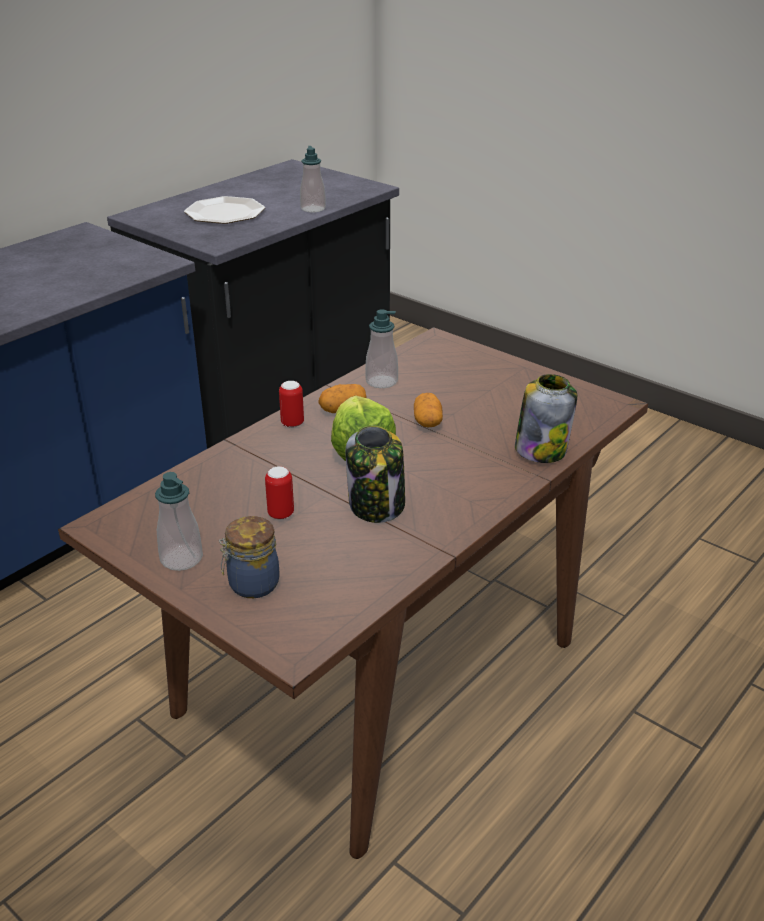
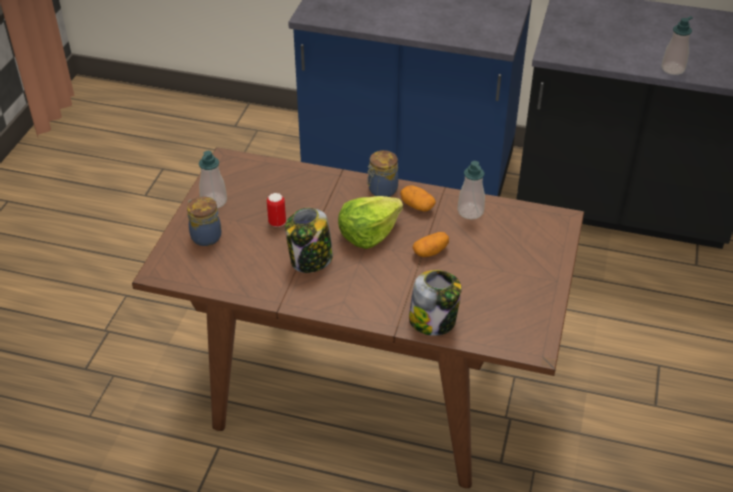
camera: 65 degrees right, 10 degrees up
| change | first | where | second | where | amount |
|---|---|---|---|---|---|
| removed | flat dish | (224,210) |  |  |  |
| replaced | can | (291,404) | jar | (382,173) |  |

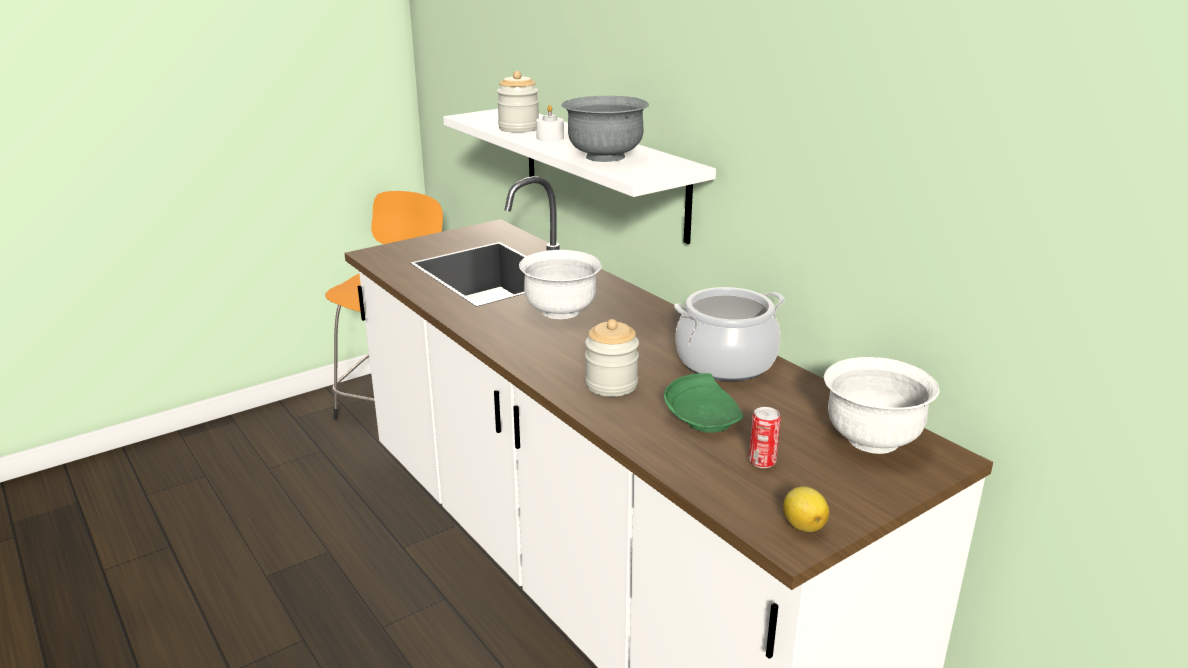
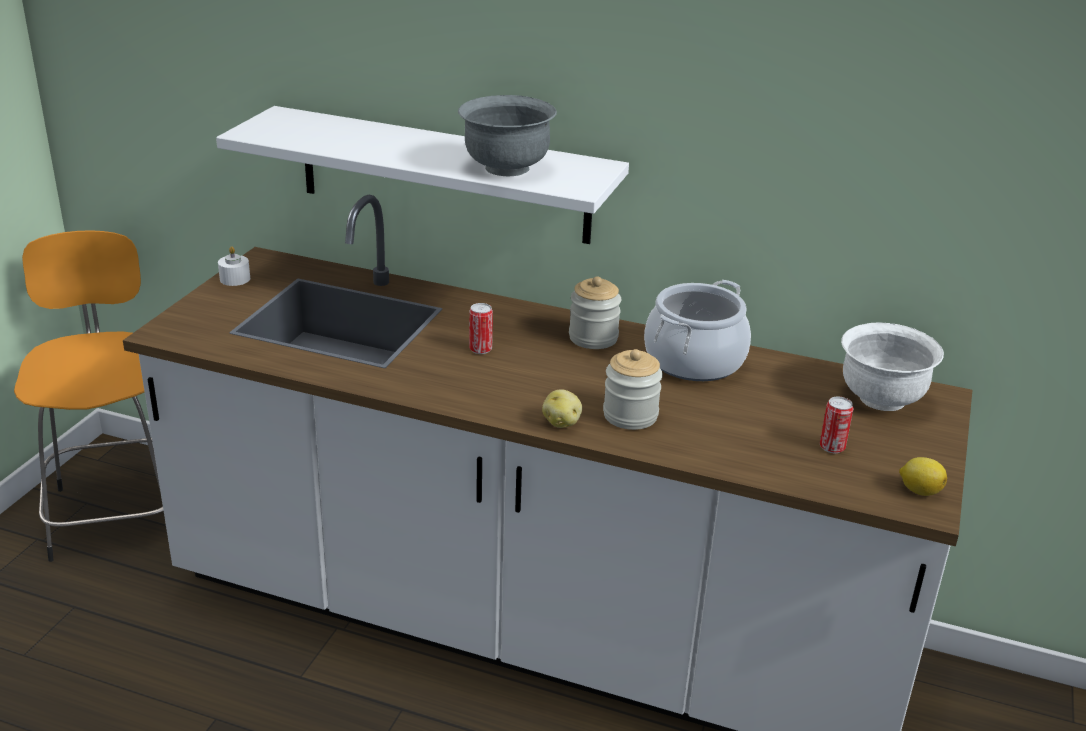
camera: 35 degrees left, 5 degrees up
| change | first | where | second | where | amount |
|---|---|---|---|---|---|
| removed | flat dish/greenish | (703,403) |  |  |  |
| added |  |  | spud | (562,408) |  |
| moved | jar | (518,102) |  | (595,312) |  |
| moved | wax light/white-coloured | (550,123) |  | (234,266) |  |
| replaced | deep dish/white-coloured | (560,284) | can | (481,328) |  |

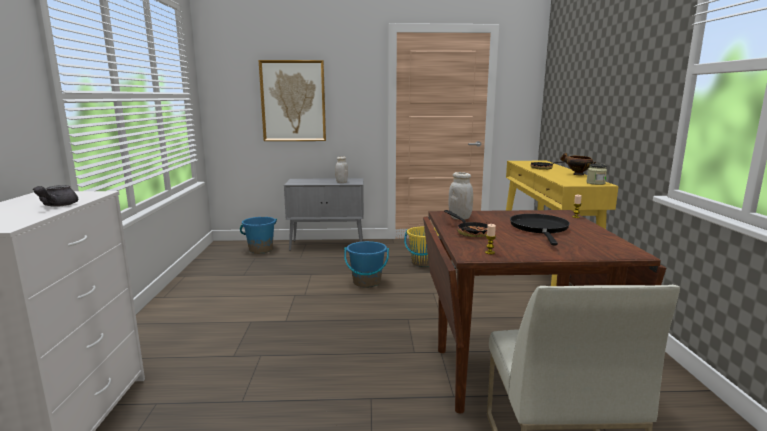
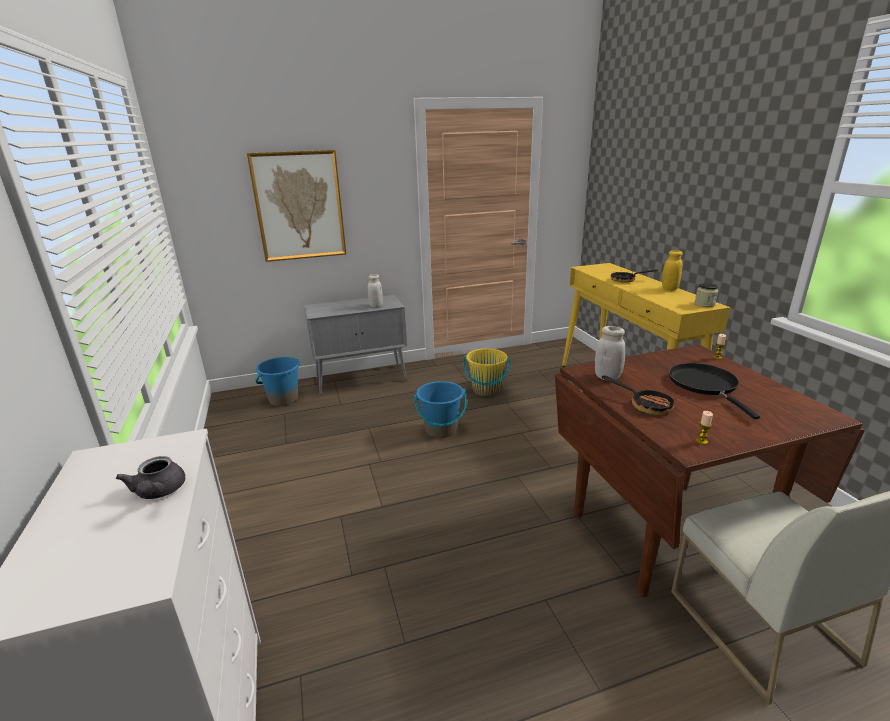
camera: 15 degrees left, 10 degrees up
| change | first | where | second | where | amount |
|---|---|---|---|---|---|
| replaced | deep dish | (578,163) | jar/yellowish | (672,270) |  |

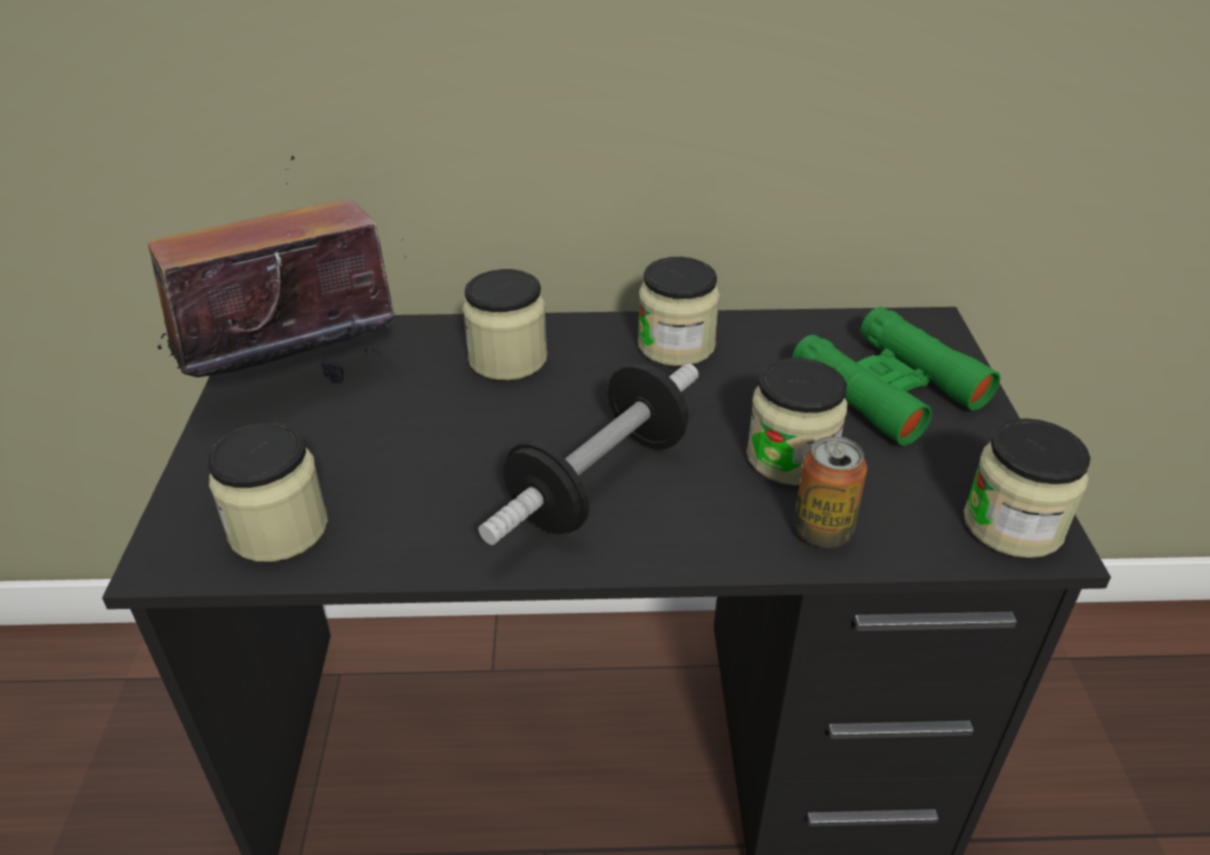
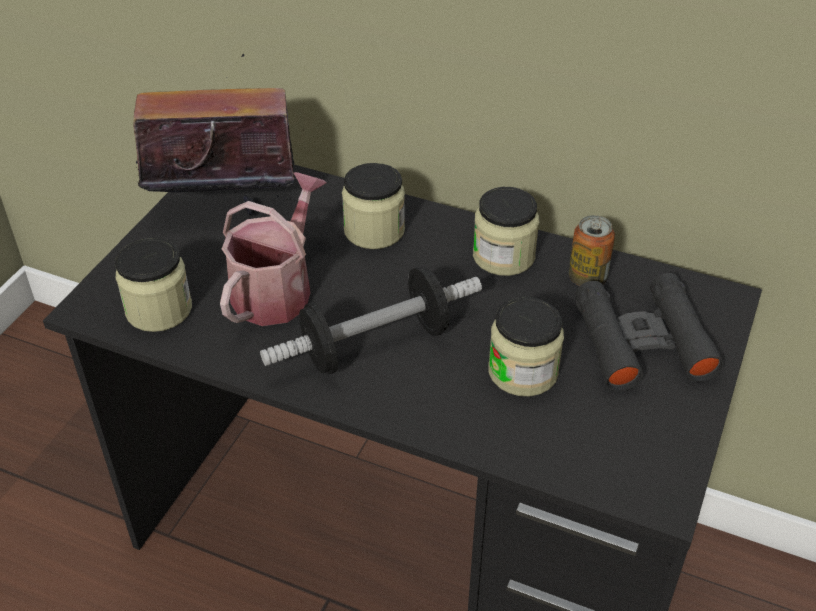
camera: 25 degrees right, 5 degrees up
| change | first | where | second | where | amount |
|---|---|---|---|---|---|
| removed | jar | (1027,488) |  |  |  |
| added |  |  | watering pot | (273,249) |  |
| moved | can | (830,491) |  | (592,250) |  |
| recoloured | pair of binoculars/greenish | (896,376) | pair of binoculars/blackish | (649,332) |  |

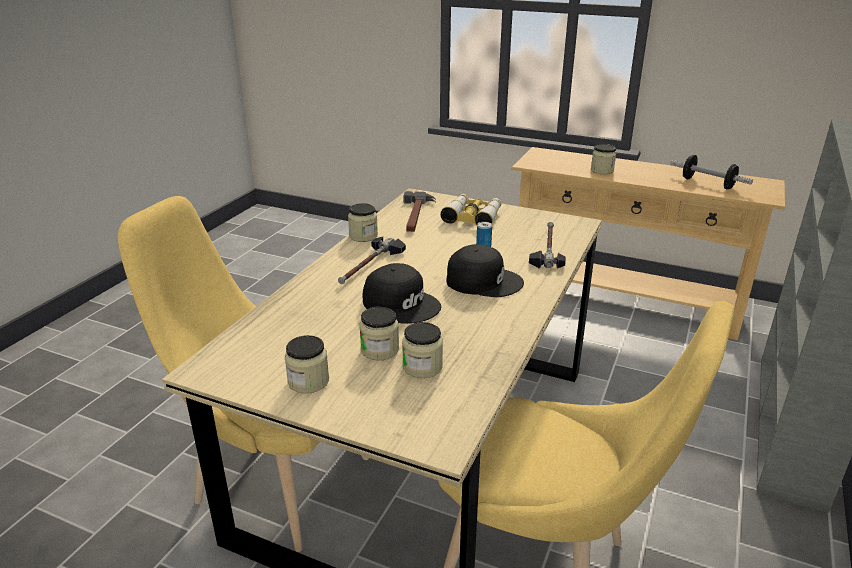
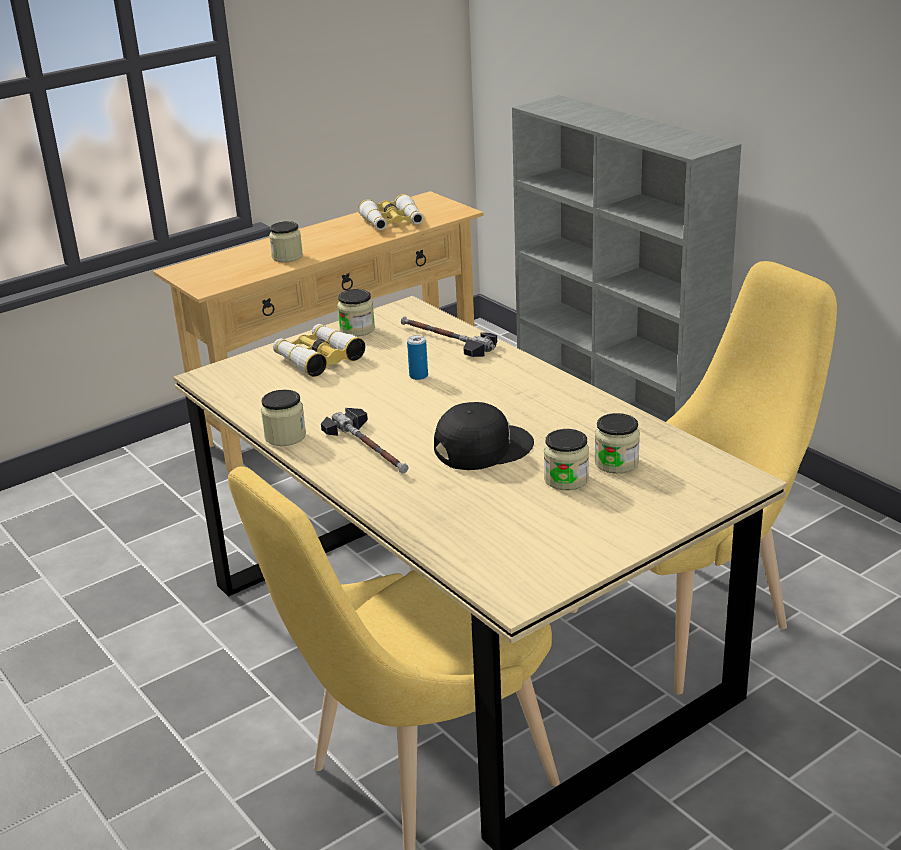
camera: 60 degrees left, 0 degrees up
| change | first | where | second | where | amount |
|---|---|---|---|---|---|
| removed | hand hammer | (419,211) |  |  |  |
| removed | baseball cap/blackish | (485,270) |  |  |  |
| moved | jar | (307,364) |  | (356,313) |  |
| replaced | hand weight | (711,172) | pair of binoculars | (390,212) |  |

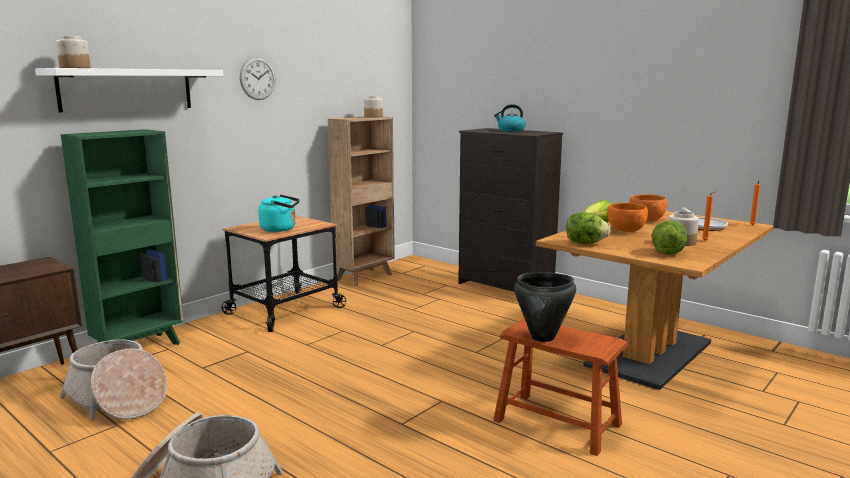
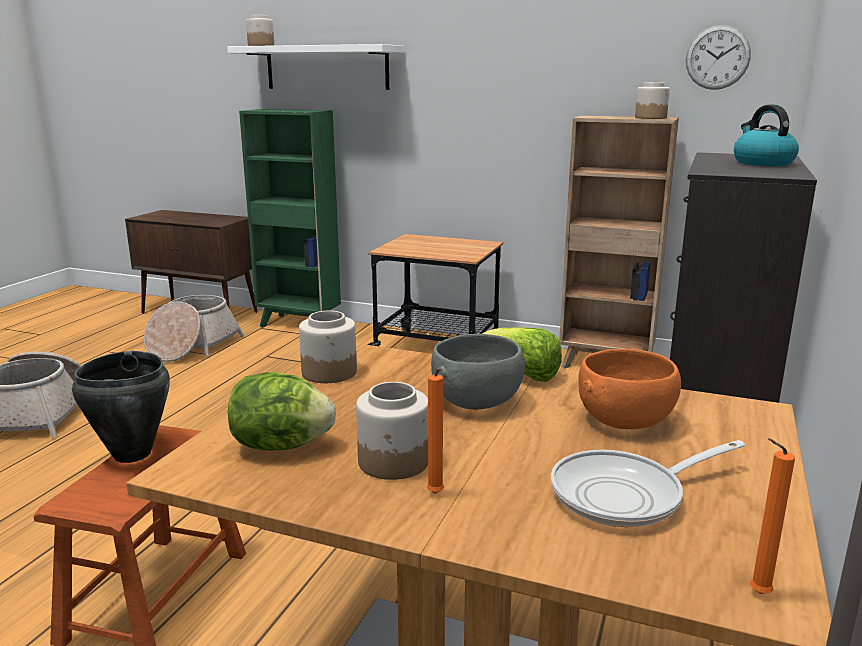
camera: 70 degrees right, 5 degrees up
| change | first | where | second | where | amount |
|---|---|---|---|---|---|
| removed | kettle/turquoise | (279,213) |  |  |  |
| moved | hanging clock | (258,78) |  | (718,57) |  |
| replaced | lettuce head | (588,228) | jar | (328,347) |  |
| recoloured | deep dish/orange | (627,217) | deep dish/greyish | (478,372) |  |

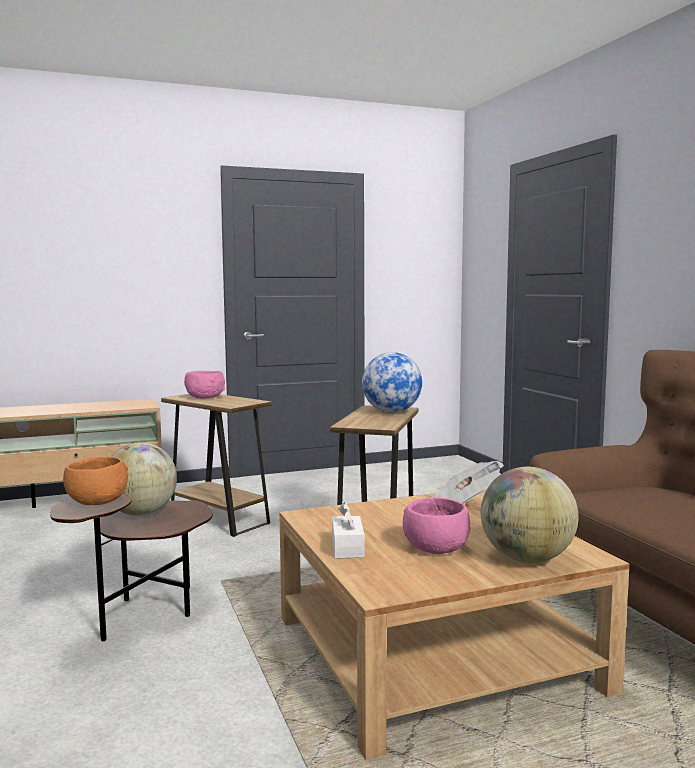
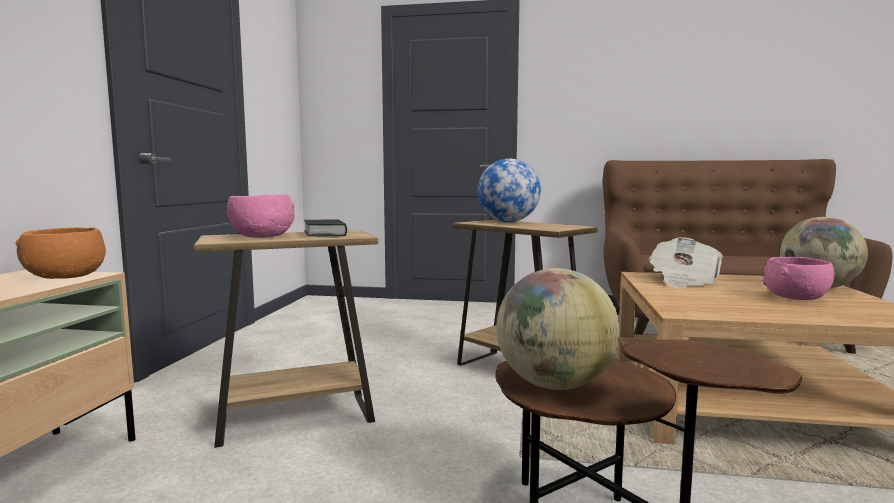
camera: 60 degrees left, 0 degrees up
| change | first | where | second | where | amount |
|---|---|---|---|---|---|
| removed | box of tissues/white-coloured | (348,530) |  |  |  |
| added |  |  | volume | (325,228) |  |
| moved | deep dish/orange | (95,481) |  | (61,253) |  |

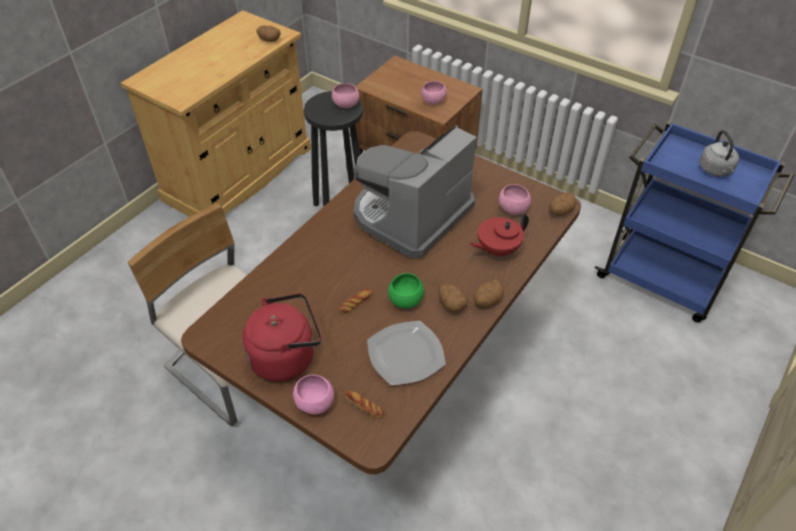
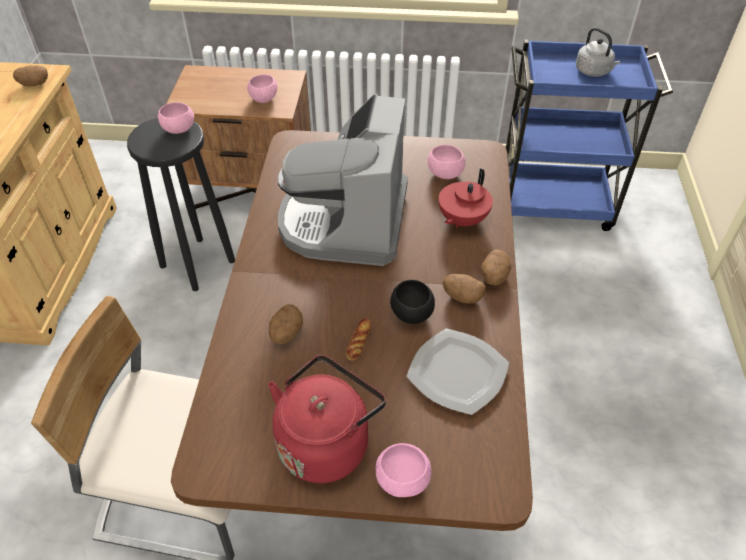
camera: 30 degrees left, 0 degrees up
| change | first | where | second | where | amount |
|---|---|---|---|---|---|
| removed | bakery bread | (364,405) |  |  |  |
| moved | spud | (562,204) |  | (286,324) |  |
| recoloured | deep dish/greenish | (406,291) | deep dish/blackish | (412,302) |  |

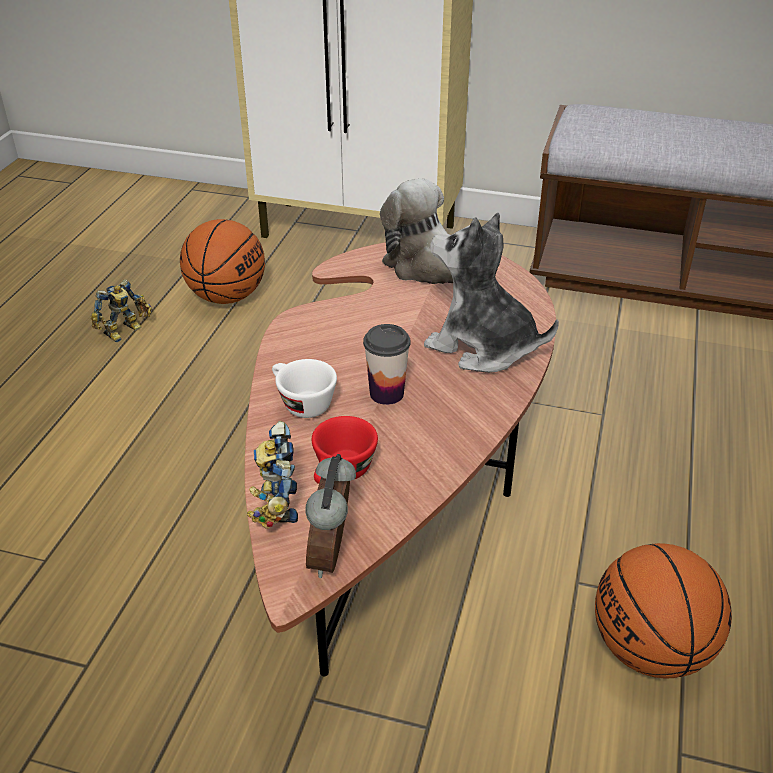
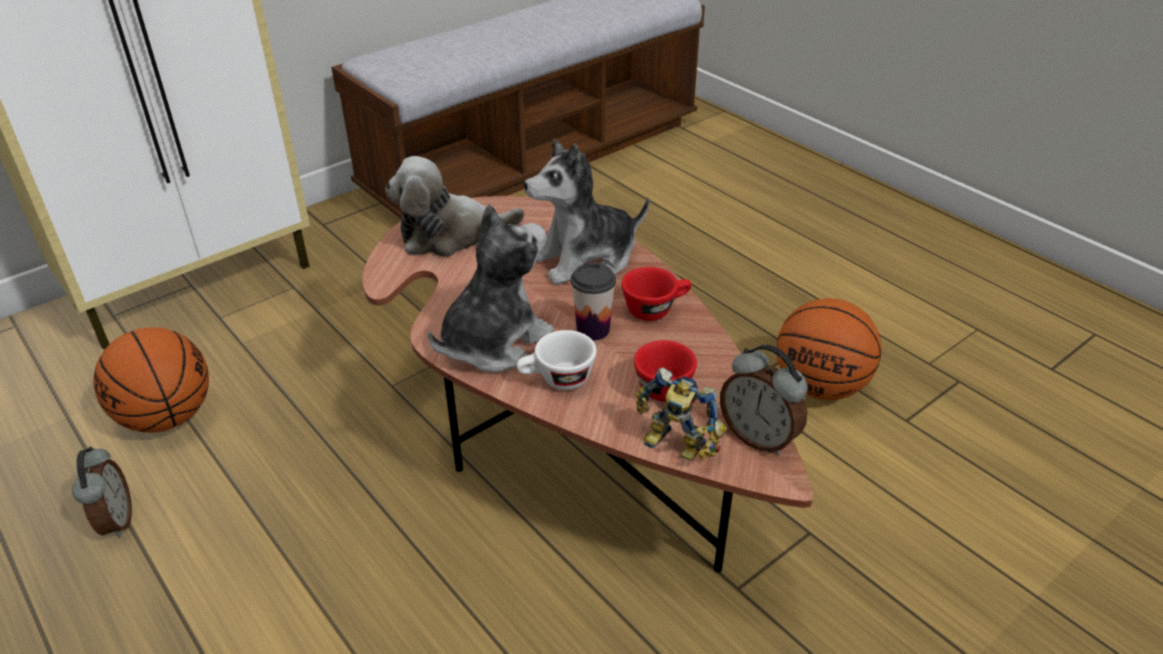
camera: 55 degrees left, 0 degrees up
| change | first | where | second | where | amount |
|---|---|---|---|---|---|
| added |  |  | plush toy | (491,288) |  |
| added |  |  | drinking cup/red-coloured | (656,294) |  |
| replaced | model robot | (121,311) | bedside clock | (102,492) |  |

